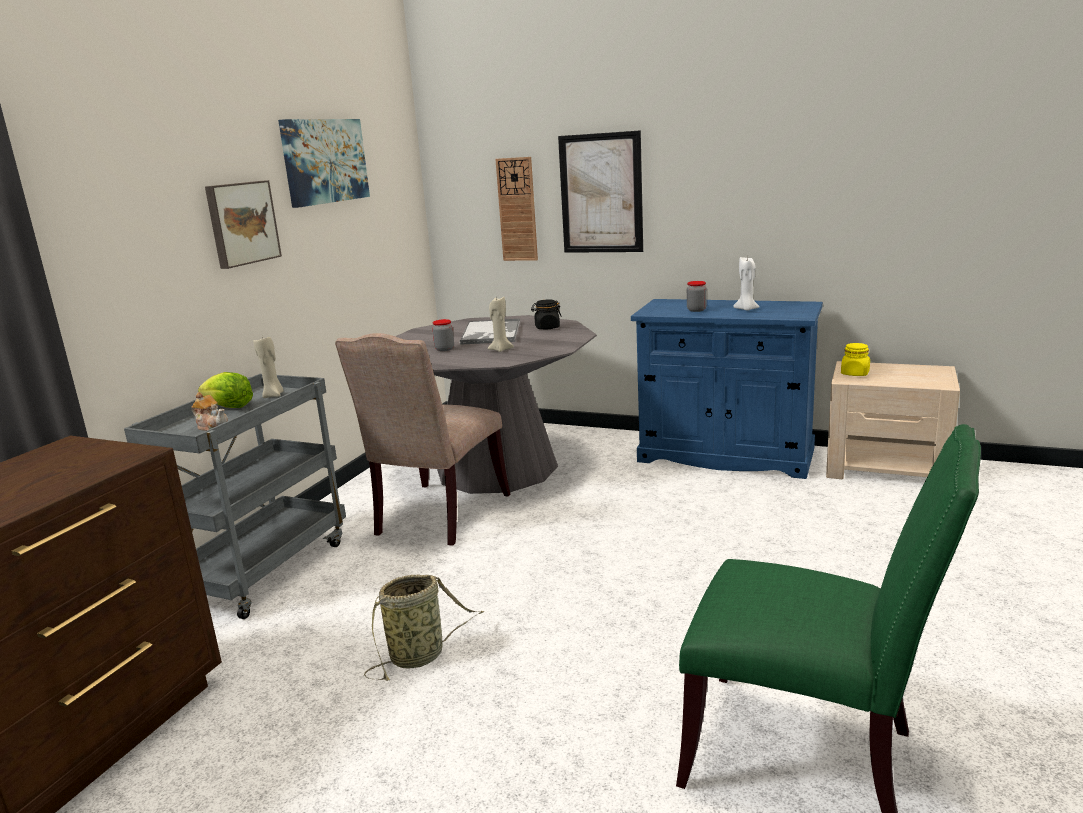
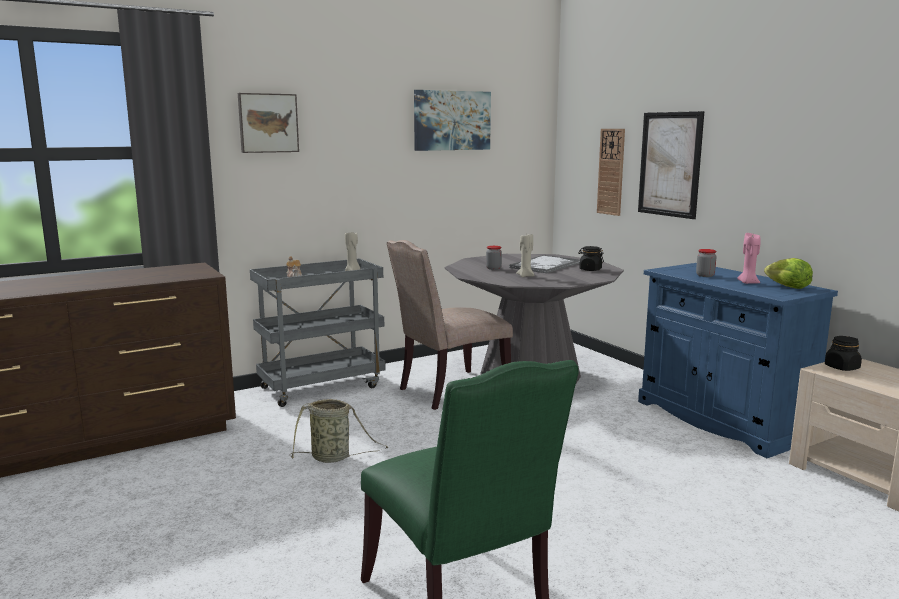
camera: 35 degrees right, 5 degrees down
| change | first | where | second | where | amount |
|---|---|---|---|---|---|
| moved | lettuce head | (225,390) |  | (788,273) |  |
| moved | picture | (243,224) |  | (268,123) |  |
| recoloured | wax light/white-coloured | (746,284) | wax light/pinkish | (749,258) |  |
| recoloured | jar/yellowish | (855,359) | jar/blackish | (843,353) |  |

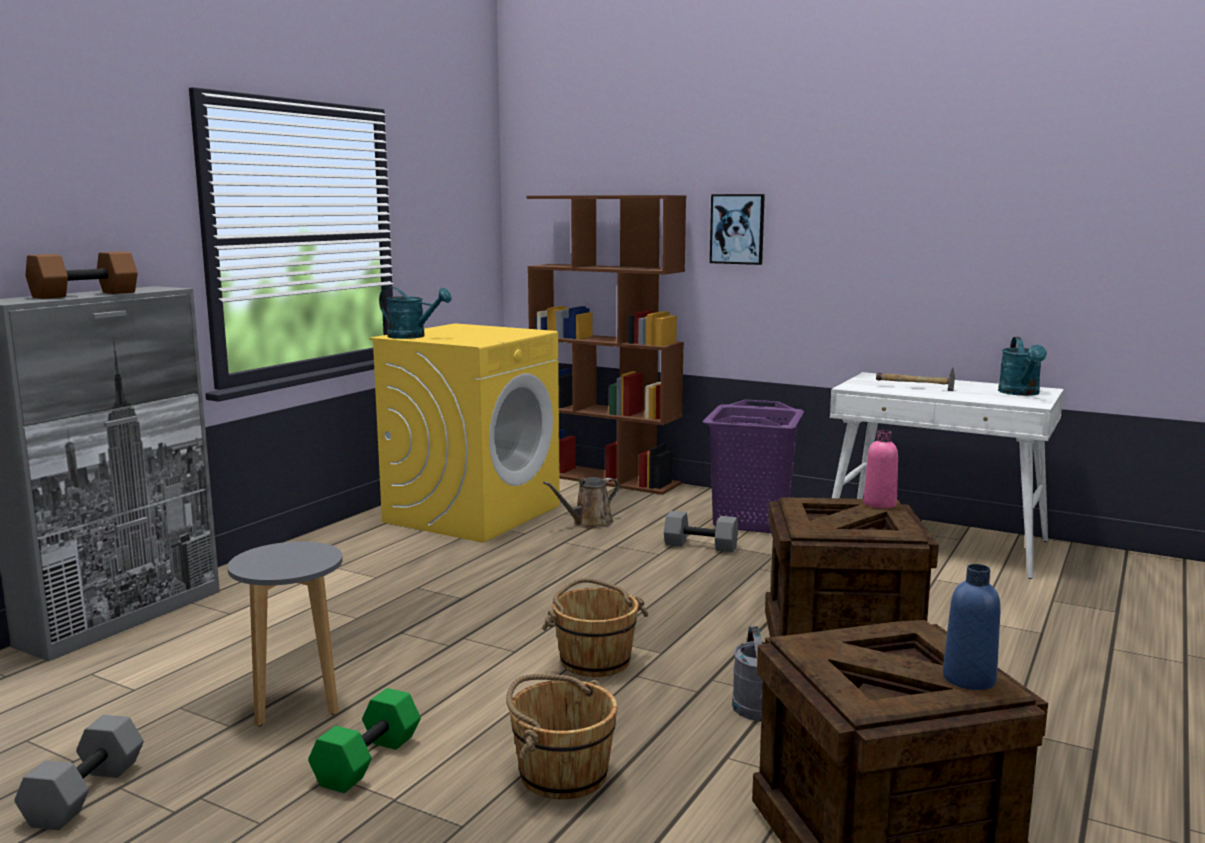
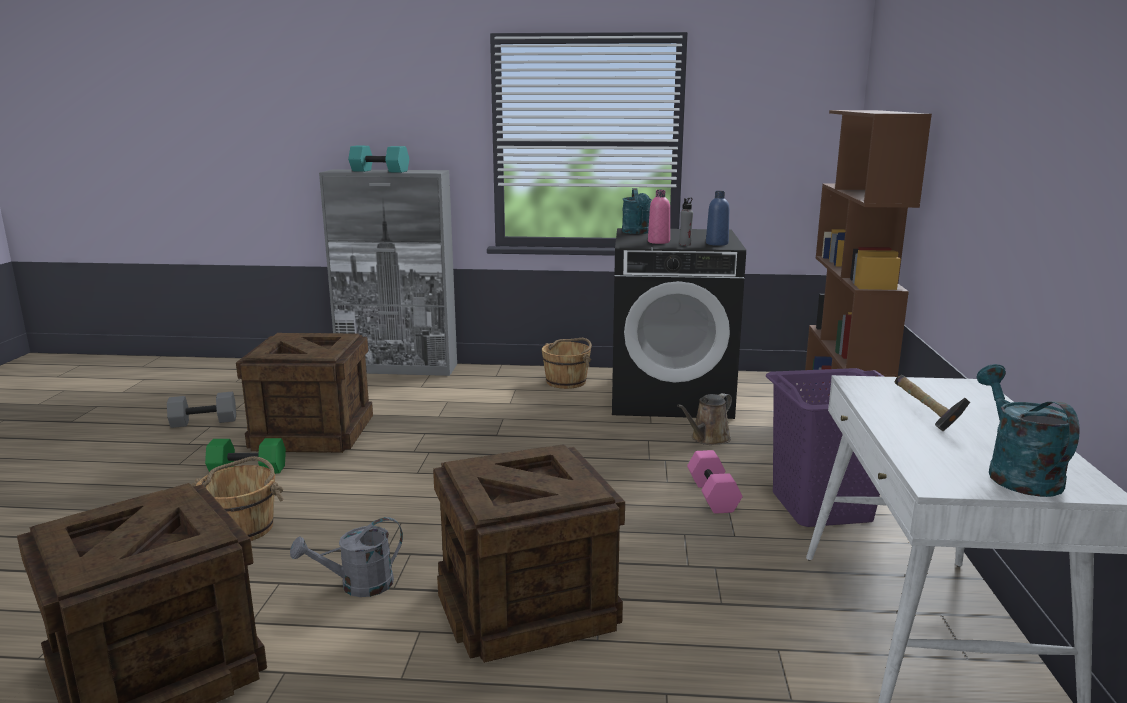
camera: 65 degrees right, 5 degrees up
| change | first | where | second | where | amount |
|---|---|---|---|---|---|
| removed | picture | (737,229) |  |  |  |
| added |  |  | bottle/greyish | (686,222) |  |
| moved | water bucket/brown-coloured | (595,627) |  | (567,363) |  |
| moved | bottle/pinkish | (880,469) |  | (659,217) |  |
| moved | bottle/blue | (972,627) |  | (717,218) |  |
| replaced | stool/greyish | (285,634) | packing crate | (304,393) |  |
| recoloured | hand weight/brown-coloured | (82,275) | hand weight/turquoise | (378,159) |  |
| recoloured | washing machine/yellowish | (464,433) | washing machine/blackish | (679,323) |  |
| recoloured | hand weight/greyish | (701,531) | hand weight/pinkish | (715,482) |  |
| turned | watering pot/brown-coloured | (581,502) |  | (704,419) | 75 degrees counterclockwise |
| turned | watering pot/turquoise | (1022,366) |  | (1028,430) | 105 degrees clockwise |

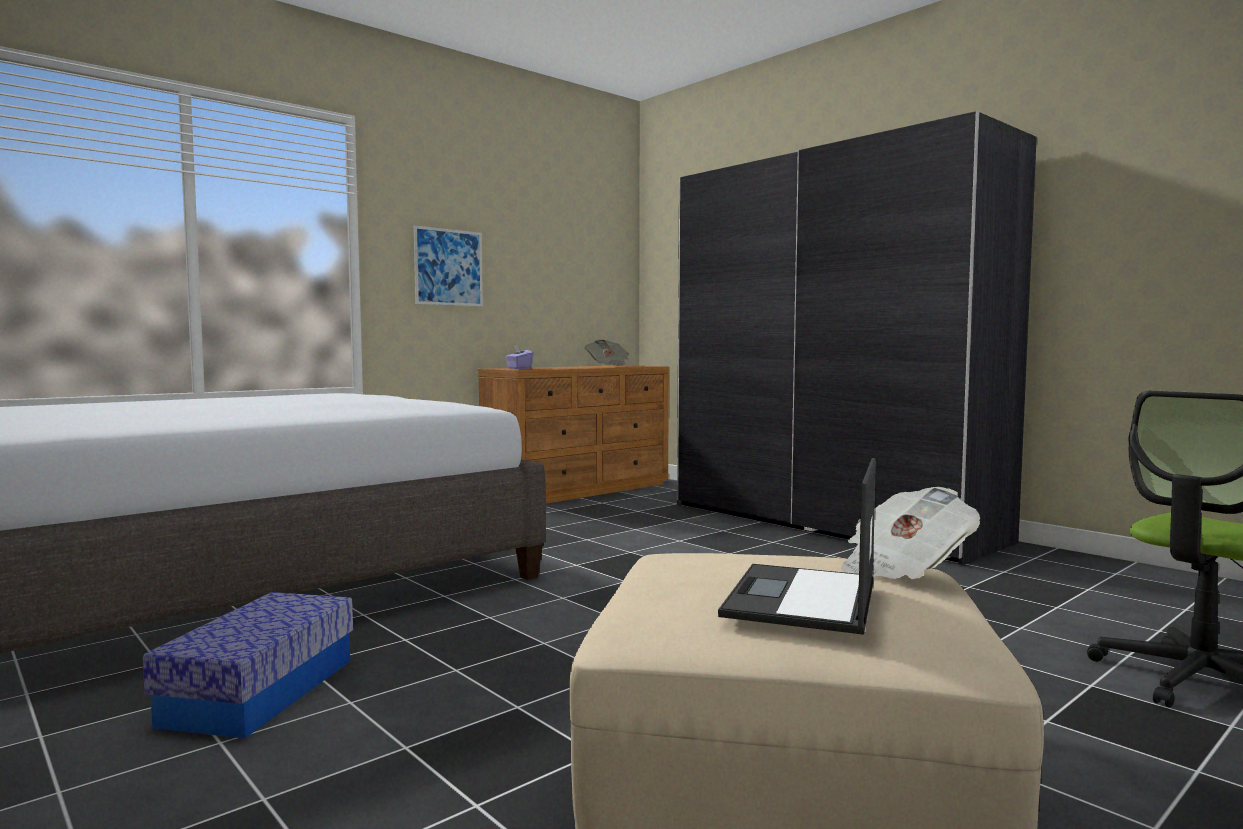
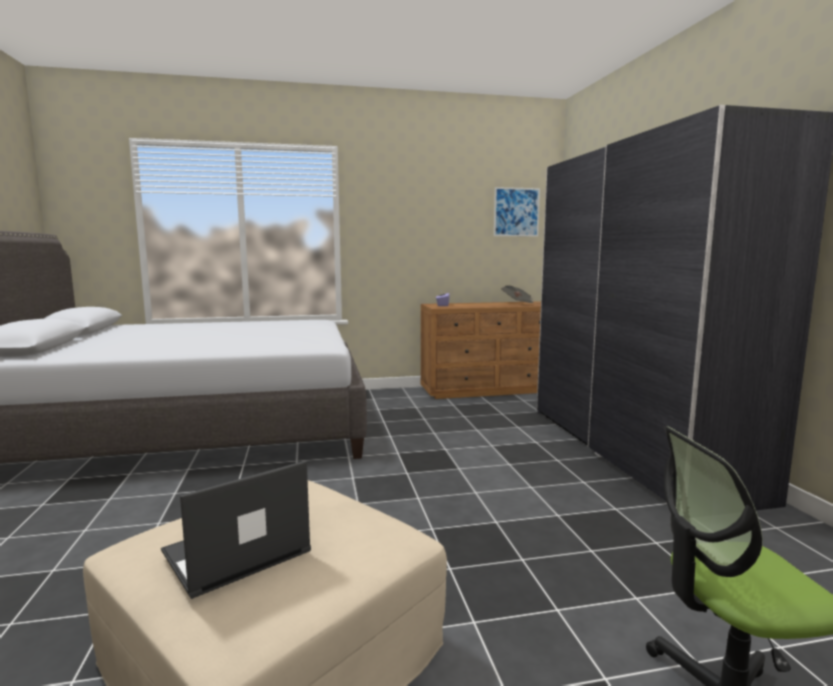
camera: 30 degrees right, 5 degrees up
| change | first | where | second | where | amount |
|---|---|---|---|---|---|
| removed | storage container | (248,665) |  |  |  |
| removed | daily paper | (910,533) |  |  |  |
| moved | picture | (448,266) |  | (517,211) |  |

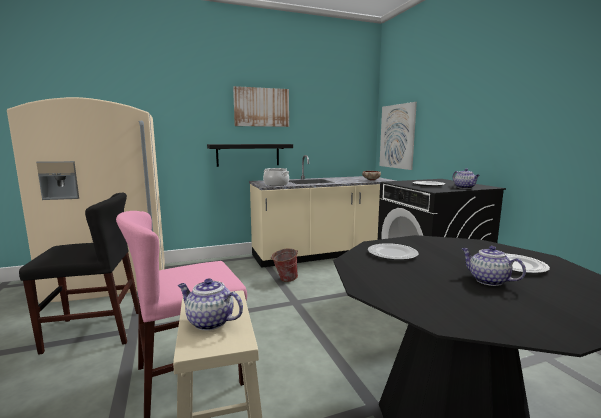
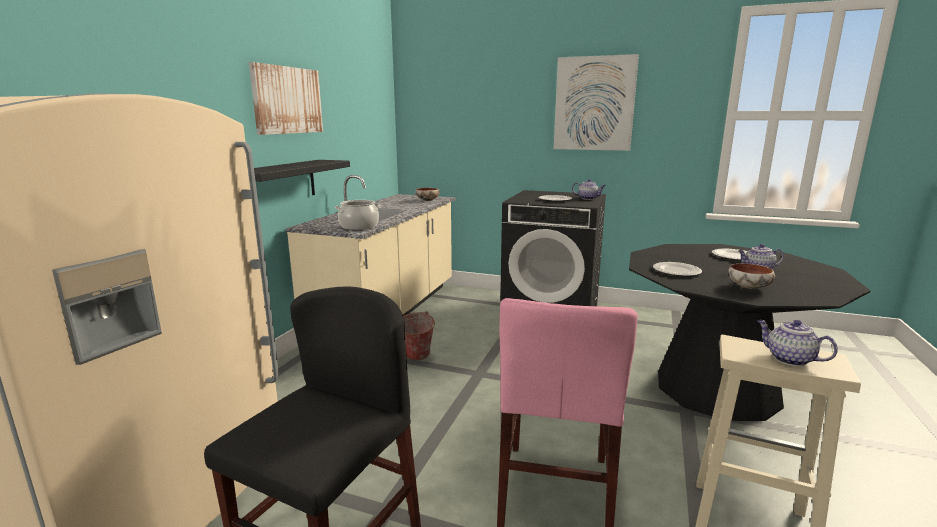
camera: 50 degrees left, 5 degrees up
| change | first | where | second | where | amount |
|---|---|---|---|---|---|
| added |  |  | deep dish | (751,276) |  |
| moved | picture | (398,136) |  | (596,102) |  |
| turned | teapot | (210,304) |  | (797,343) | 75 degrees clockwise |

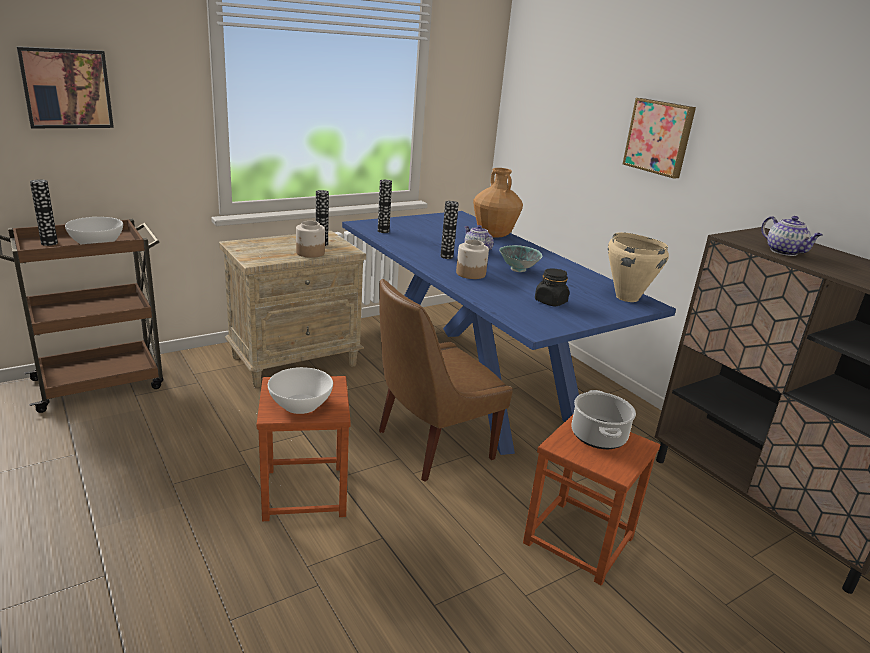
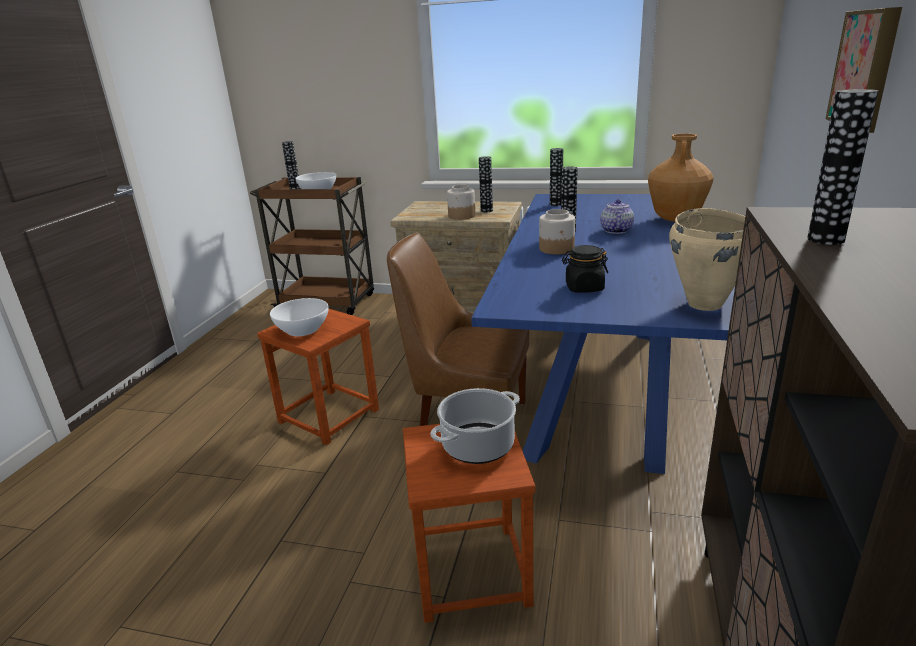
camera: 50 degrees right, 0 degrees up
| change | first | where | second | where | amount |
|---|---|---|---|---|---|
| removed | picture | (65,87) |  |  |  |
| removed | deep dish | (520,258) |  |  |  |
| replaced | teapot | (791,236) | vase | (842,167) |  |

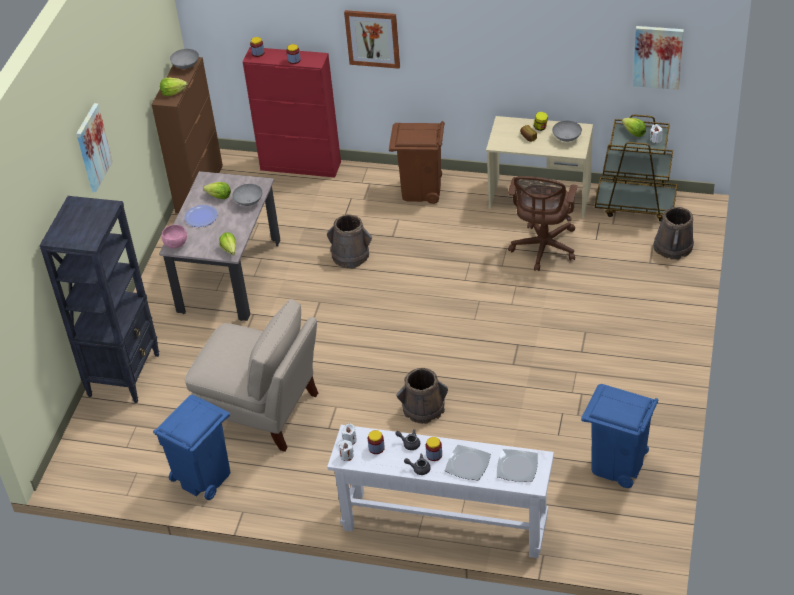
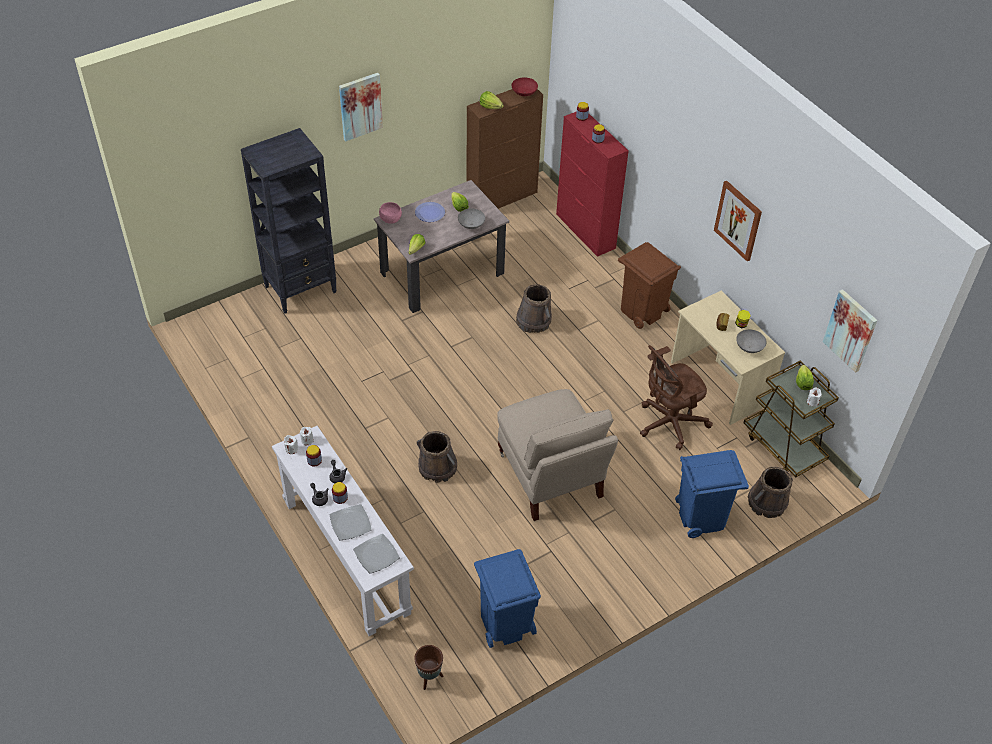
camera: 40 degrees right, 5 degrees up
| change | first | where | second | where | amount |
|---|---|---|---|---|---|
| added |  |  | flower pot/brown-coloured | (428,667) |  |
| moved | trash can/blue | (191,447) |  | (712,494) |  |
| moved | chair/sand-coloured | (251,375) |  | (557,455) |  |
| moved | picture | (372,39) |  | (738,221) |  |
| recoloured | deep dish/greyish | (184,59) | deep dish/red-coloured | (524,86) |  |

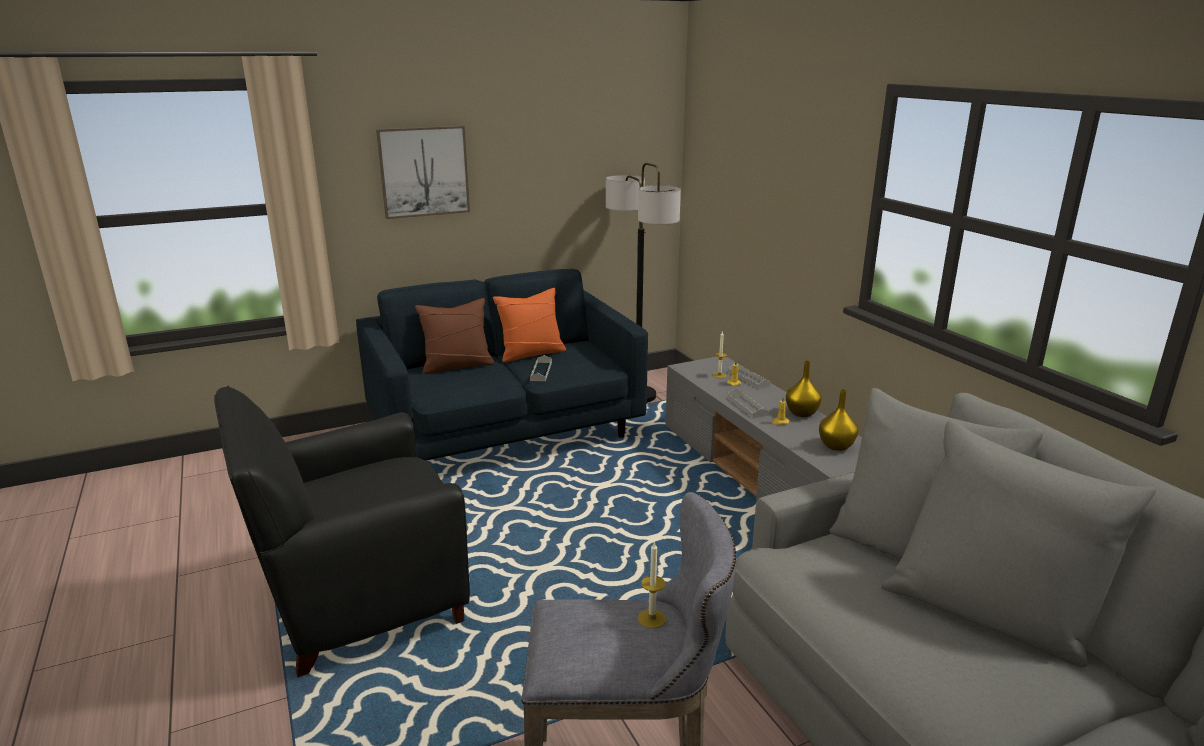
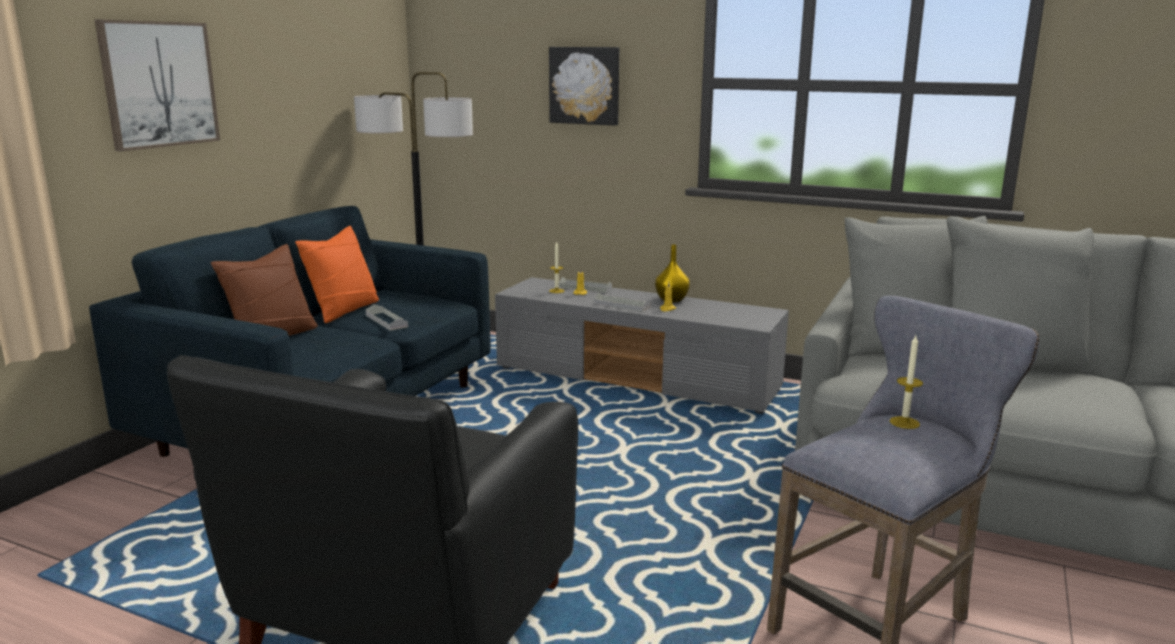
camera: 40 degrees left, 5 degrees down
| change | first | where | second | where | amount |
|---|---|---|---|---|---|
| removed | vase/yellowish | (838,420) |  |  |  |
| added |  |  | picture | (584,86) |  |

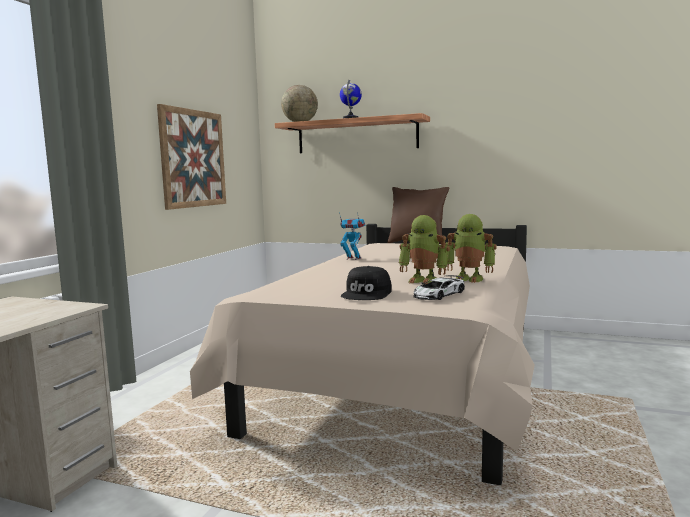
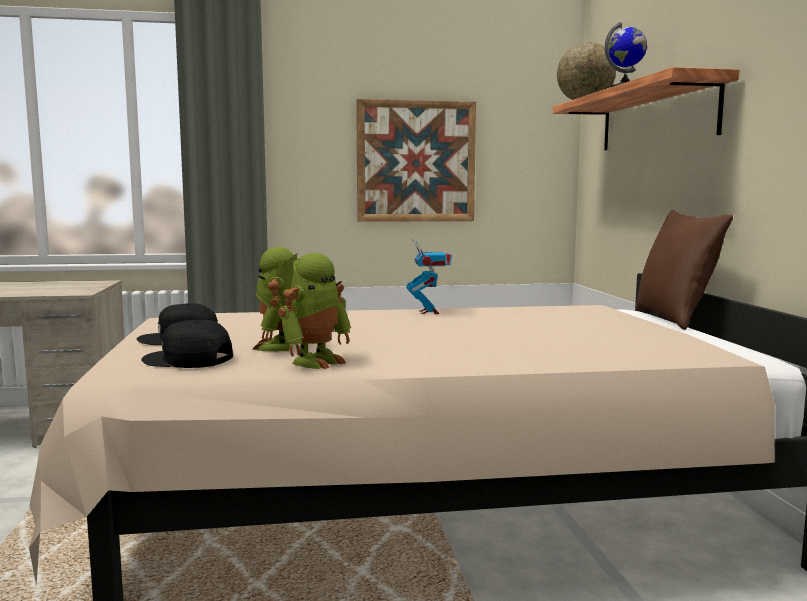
camera: 60 degrees right, 0 degrees up
| change | first | where | second | where | amount |
|---|---|---|---|---|---|
| replaced | model car | (439,287) | baseball cap/blackish | (187,344) |  |
| turned | model robot | (471,248) |  | (314,311) | 135 degrees counterclockwise |

